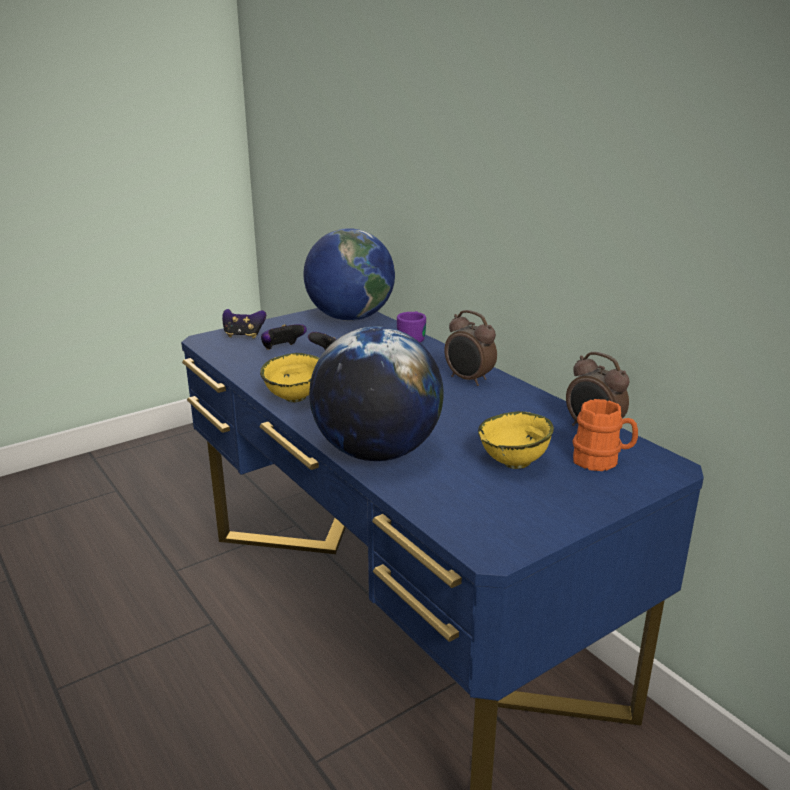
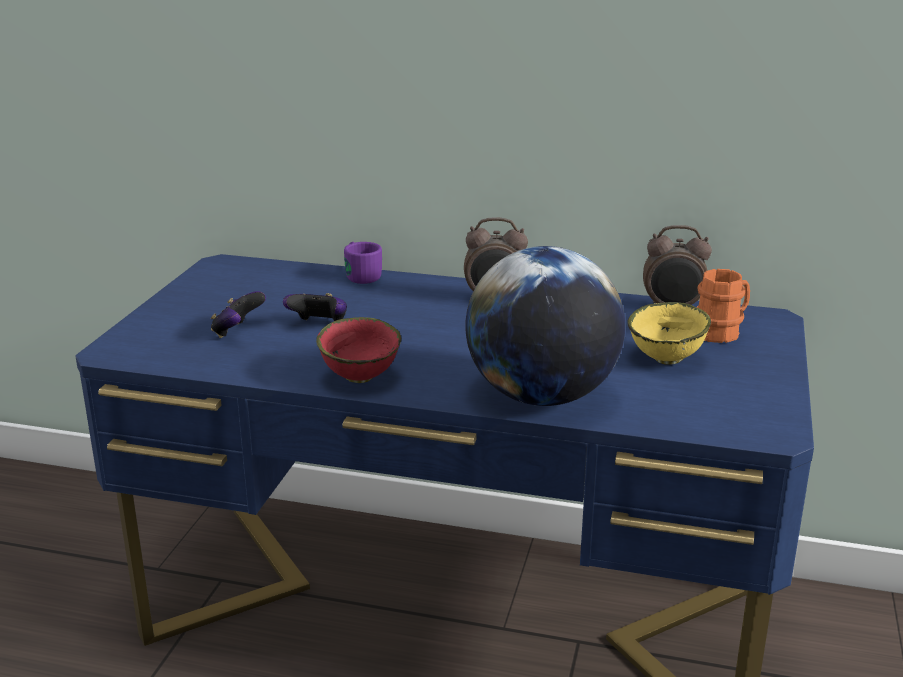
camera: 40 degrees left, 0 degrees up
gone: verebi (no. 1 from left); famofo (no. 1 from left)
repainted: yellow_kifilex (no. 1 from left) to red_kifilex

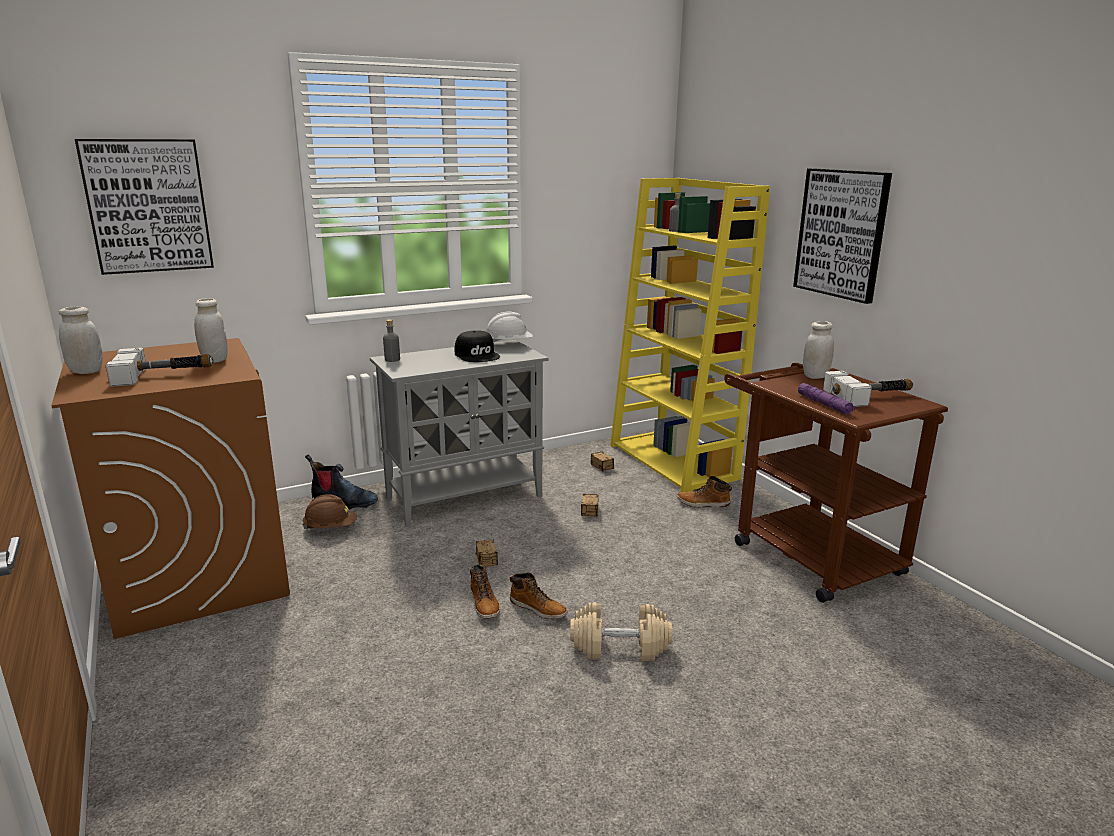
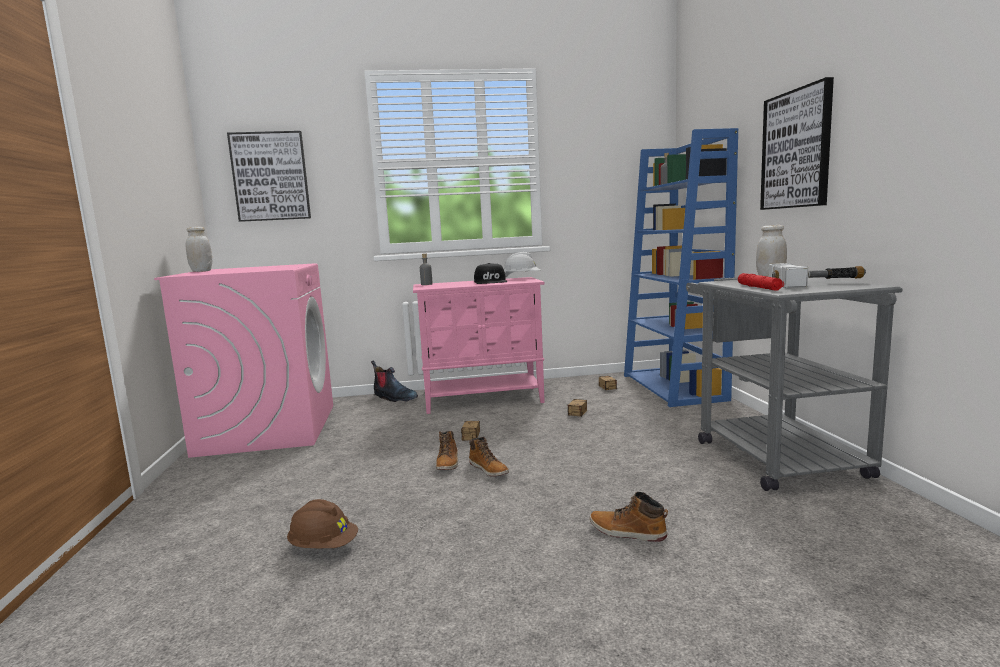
camera: 20 degrees right, 10 degrees down
gone: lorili (no. 1 from left); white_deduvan (no. 2 from left); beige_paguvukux
shifted: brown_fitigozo; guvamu (no. 4 from left)
repainted: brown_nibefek to pink_nibefek; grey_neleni to pink_neleni; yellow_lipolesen to blue_lipolesen; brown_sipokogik to grey_sipokogik; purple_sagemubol to red_sagemubol

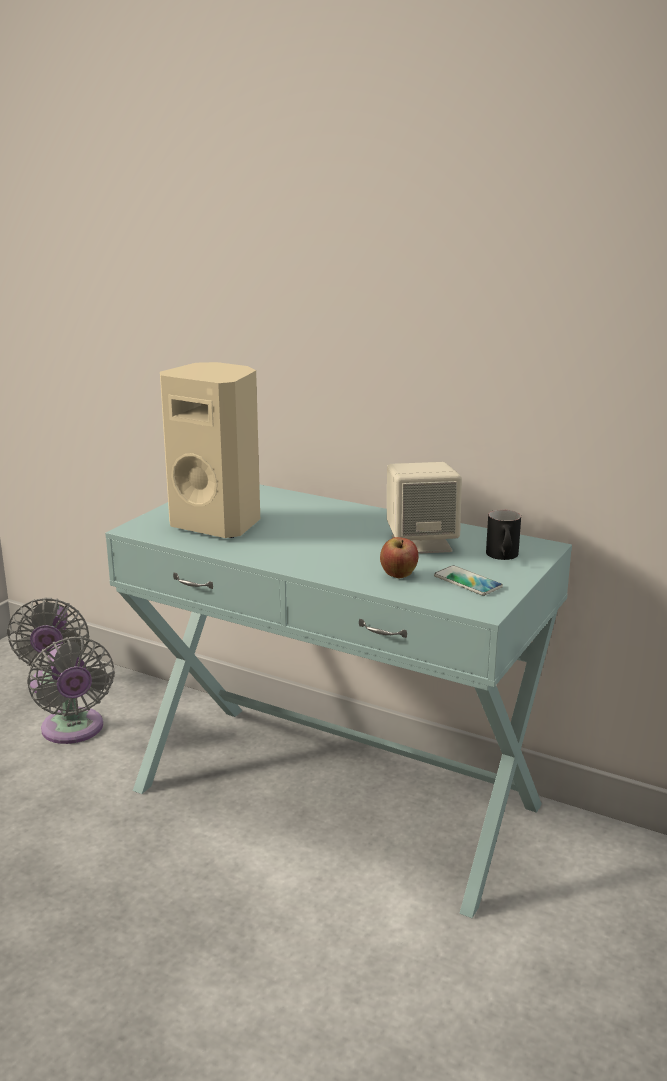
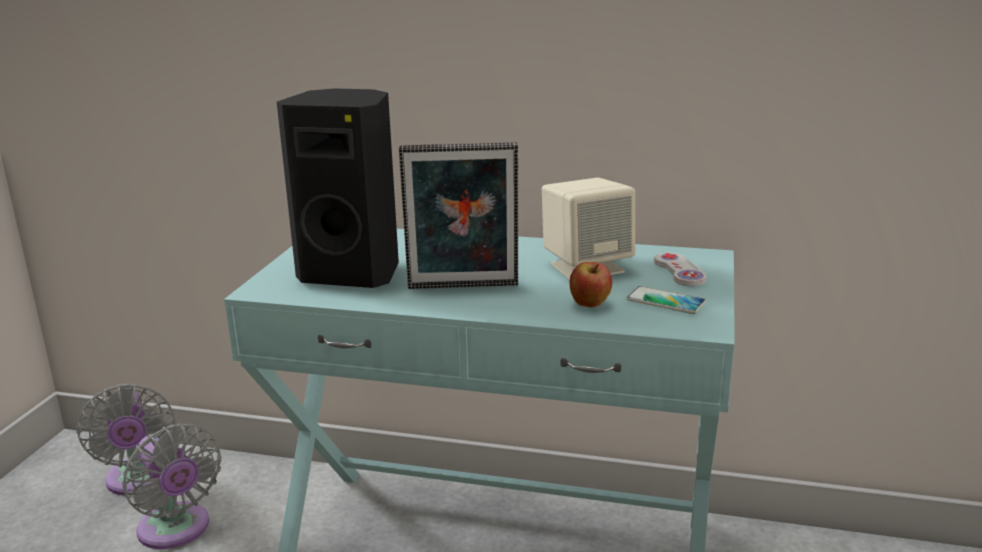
camera: 15 degrees left, 0 degrees up
new: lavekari
swapped: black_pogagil to white_verebi
repainted: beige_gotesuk (no. 1 from left) to black_gotesuk

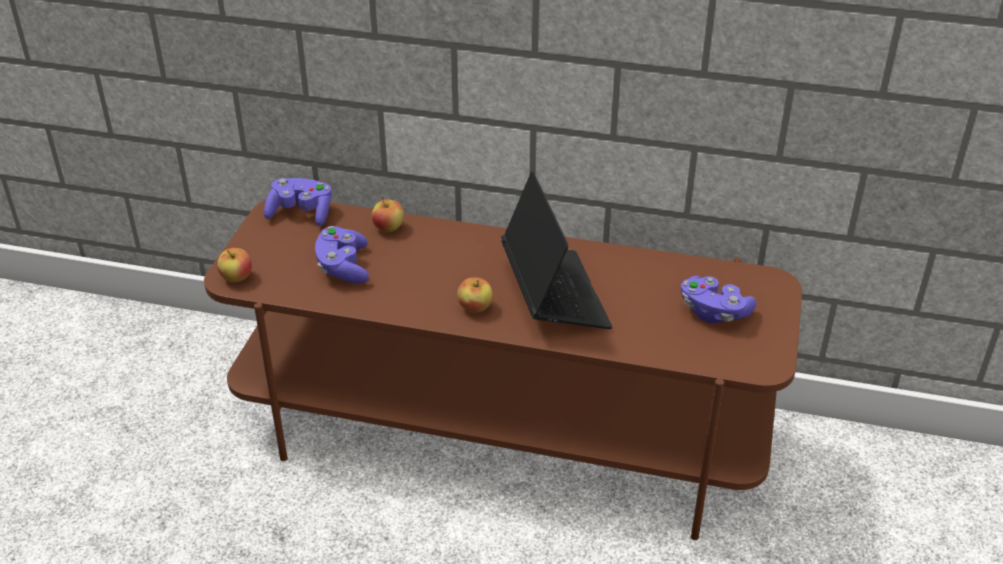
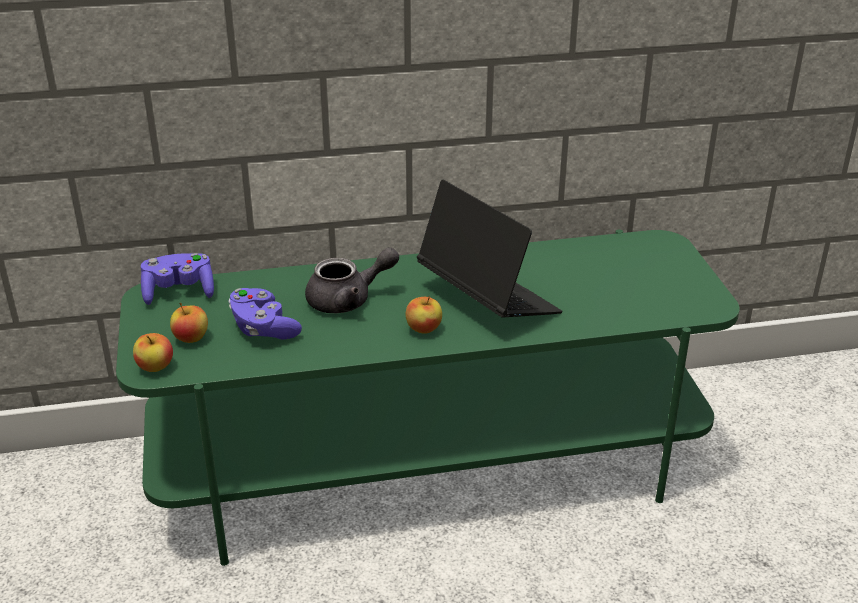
camera: 25 degrees left, 5 degrees down
gone: purple_verebi (no. 3 from left)
new: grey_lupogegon
shifted: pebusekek (no. 2 from left)
repainted: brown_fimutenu to green_fimutenu

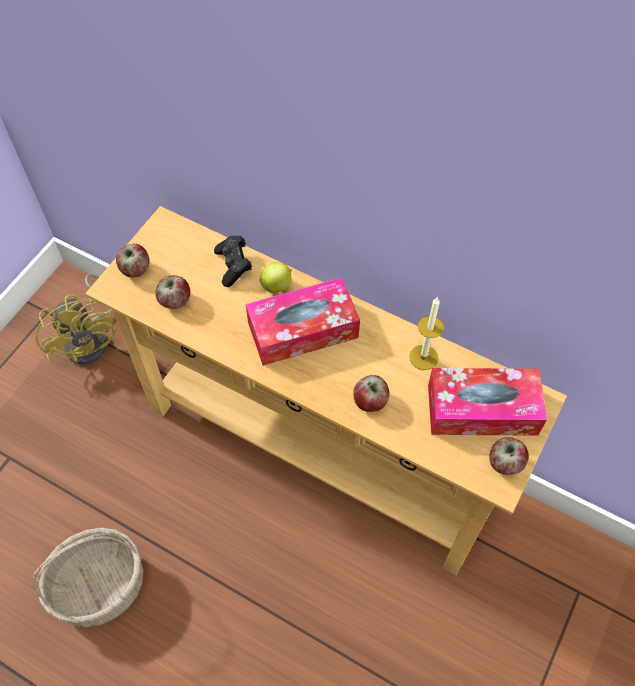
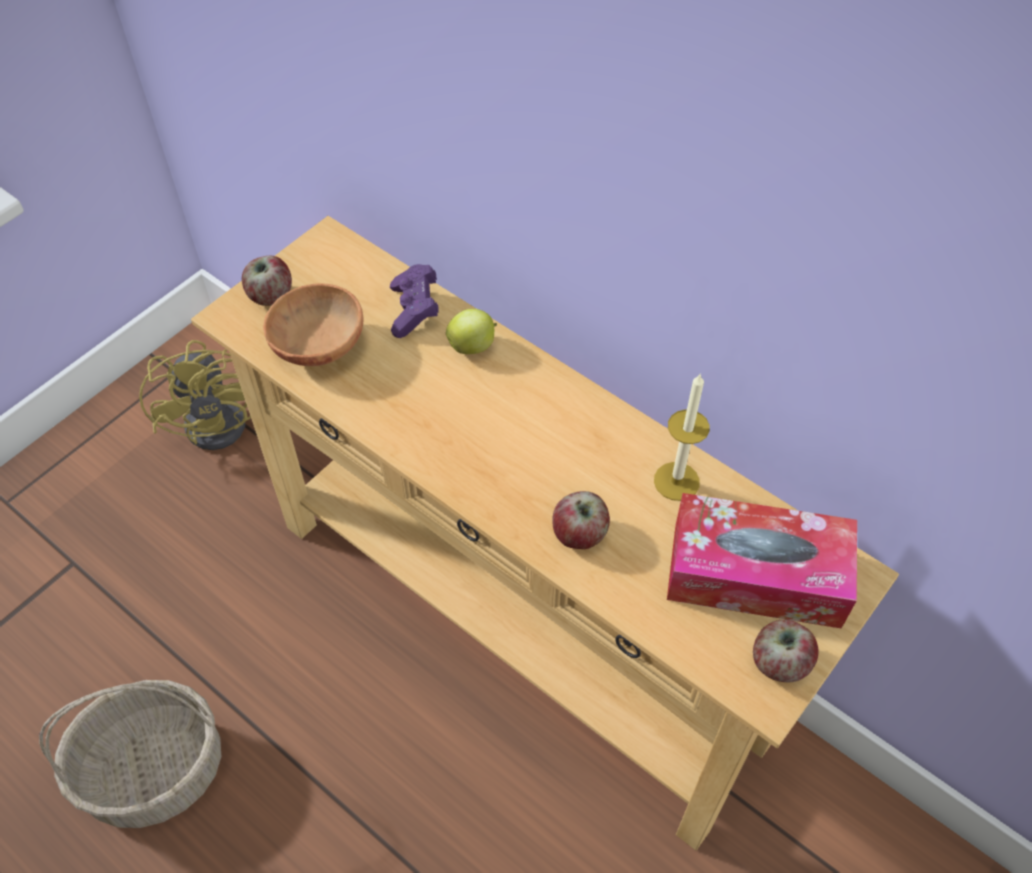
camera: 10 degrees right, 5 degrees down
gone: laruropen (no. 1 from left)
swapped: pebusekek (no. 2 from left) to brown_kifilex
repainted: black_verebi to purple_verebi

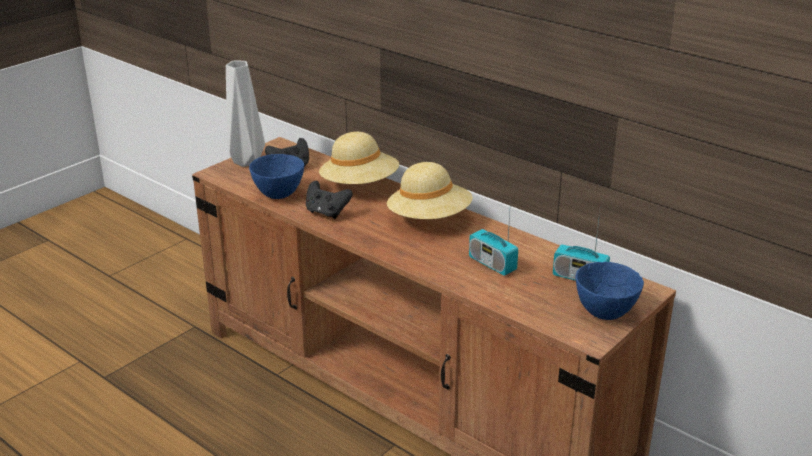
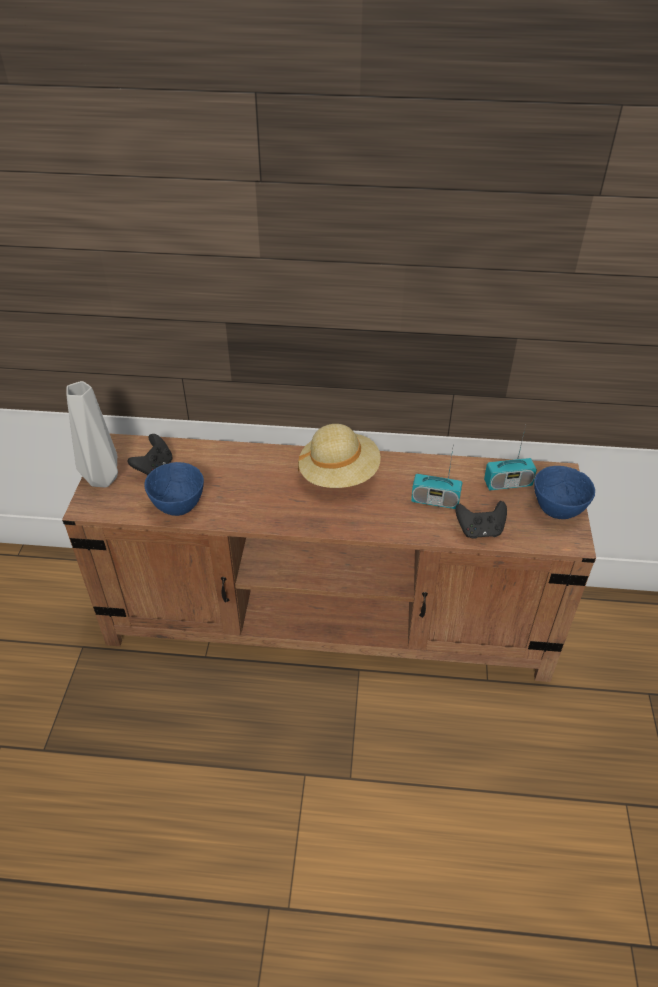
camera: 35 degrees left, 15 degrees up
gone: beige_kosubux (no. 1 from left)
shifted: black_verebi (no. 2 from left)

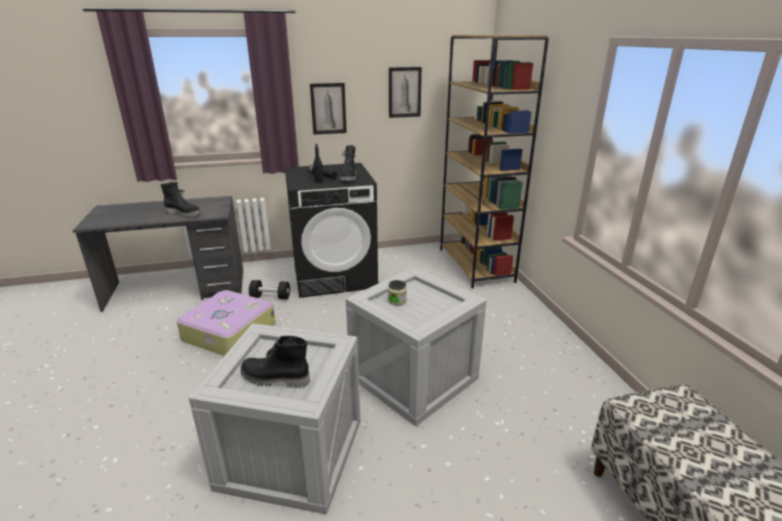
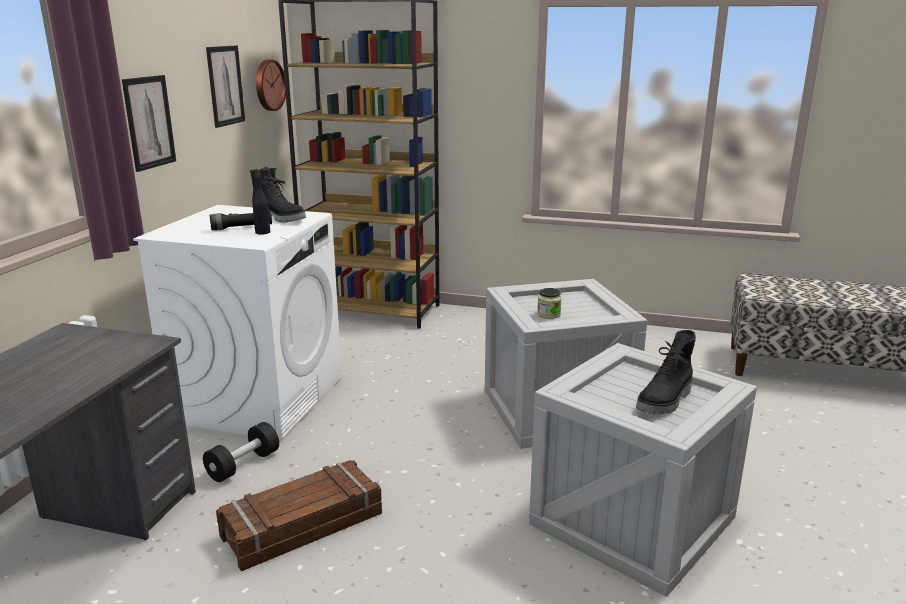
camera: 60 degrees left, 5 degrees down
gone: black_guvamu (no. 1 from left)
new: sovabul
swapped: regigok to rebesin (no. 1 from left)
repainted: black_nibefek to white_nibefek

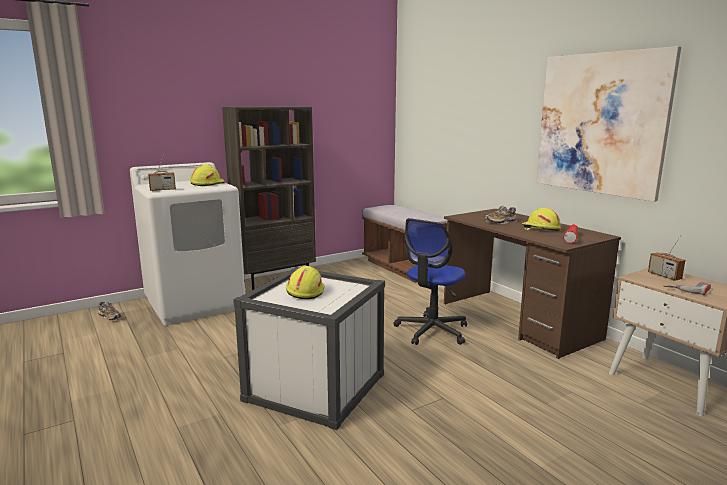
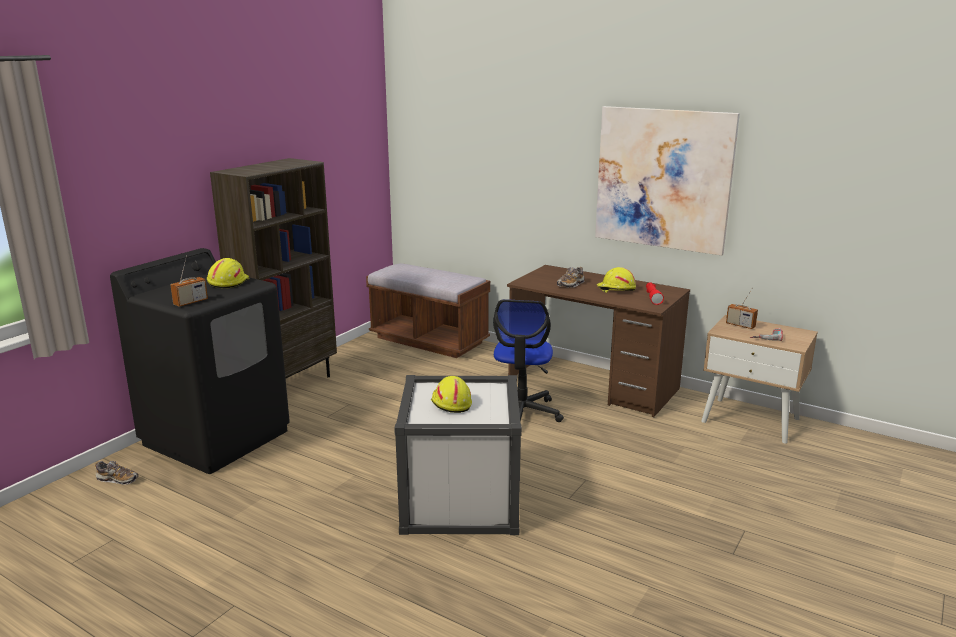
camera: 25 degrees left, 5 degrees up
repainted: white_nibefek to black_nibefek

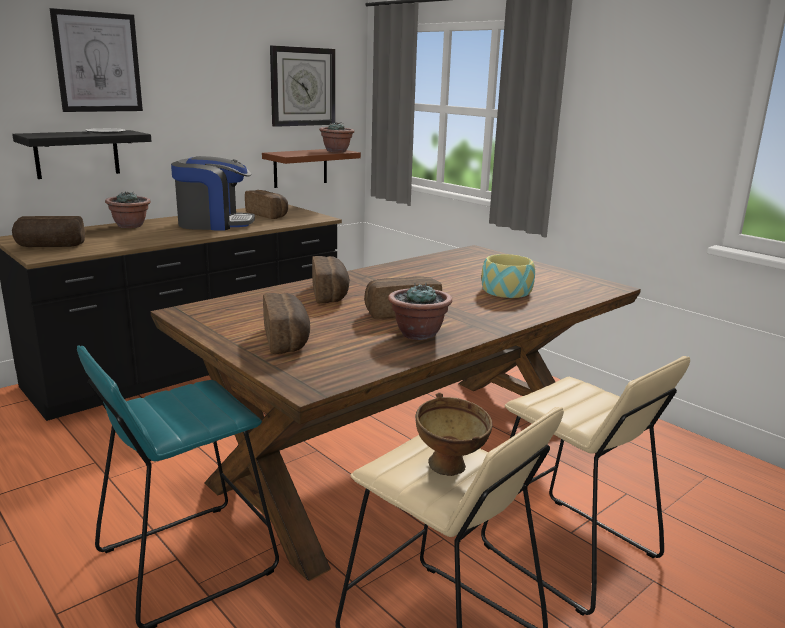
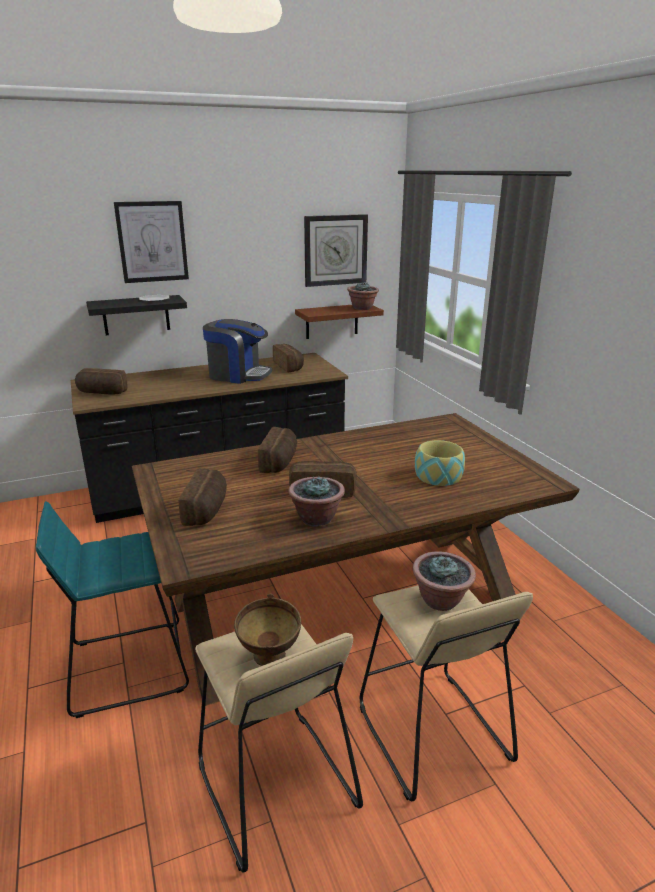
camera: 20 degrees right, 5 degrees up
shifted: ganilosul (no. 1 from left in the first image) to ganilosul (no. 3 from left)

